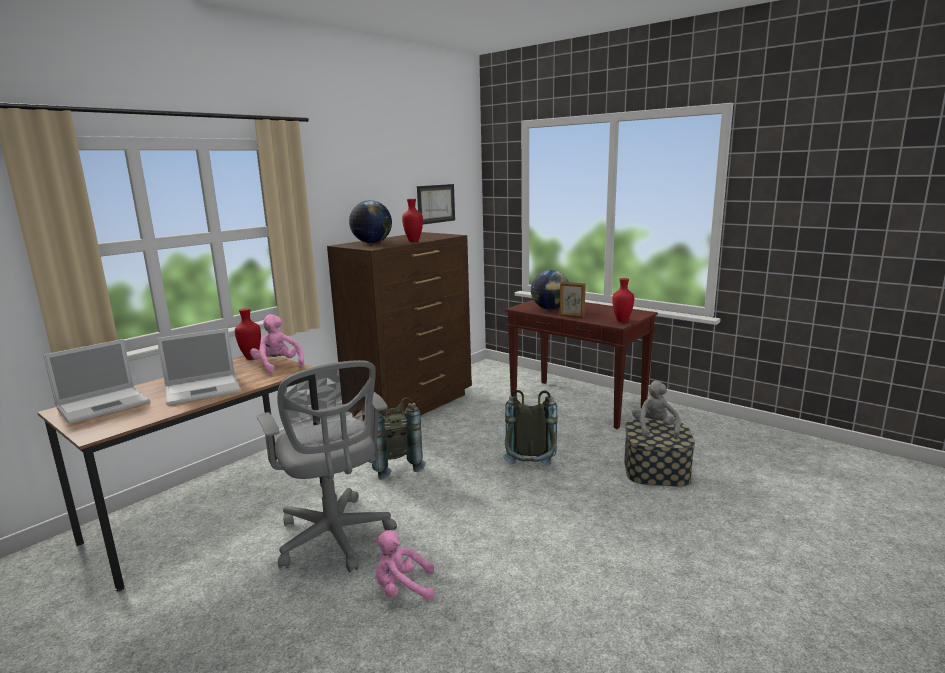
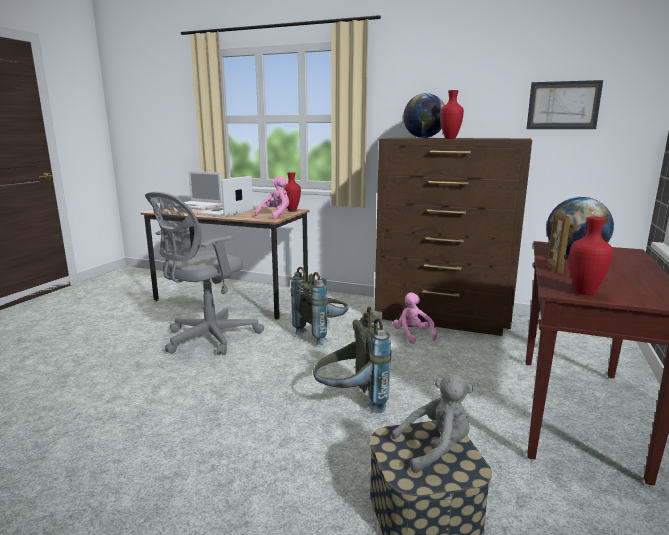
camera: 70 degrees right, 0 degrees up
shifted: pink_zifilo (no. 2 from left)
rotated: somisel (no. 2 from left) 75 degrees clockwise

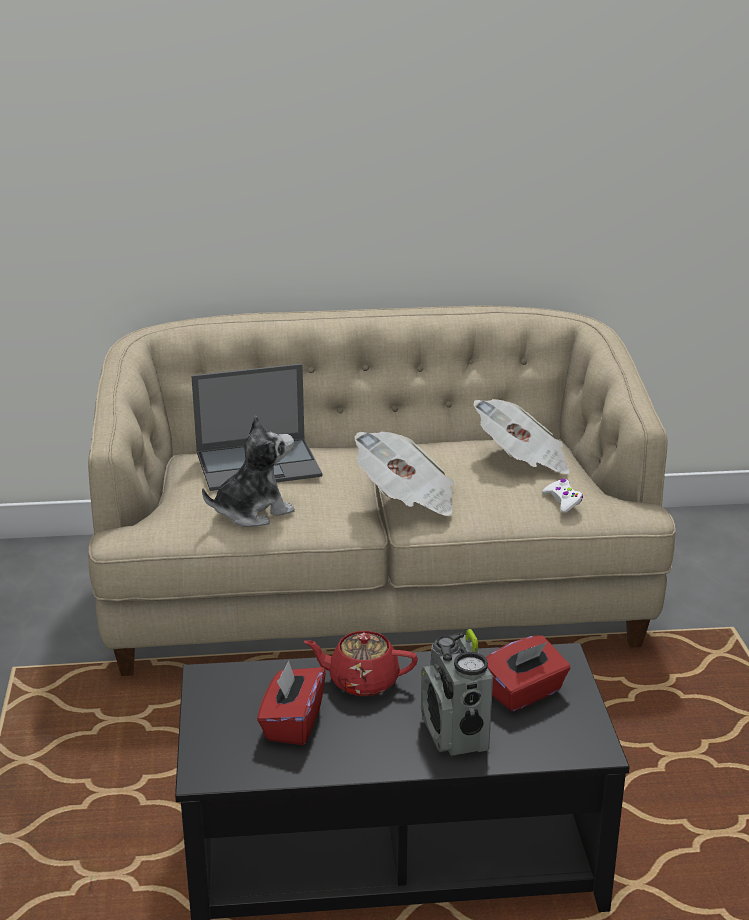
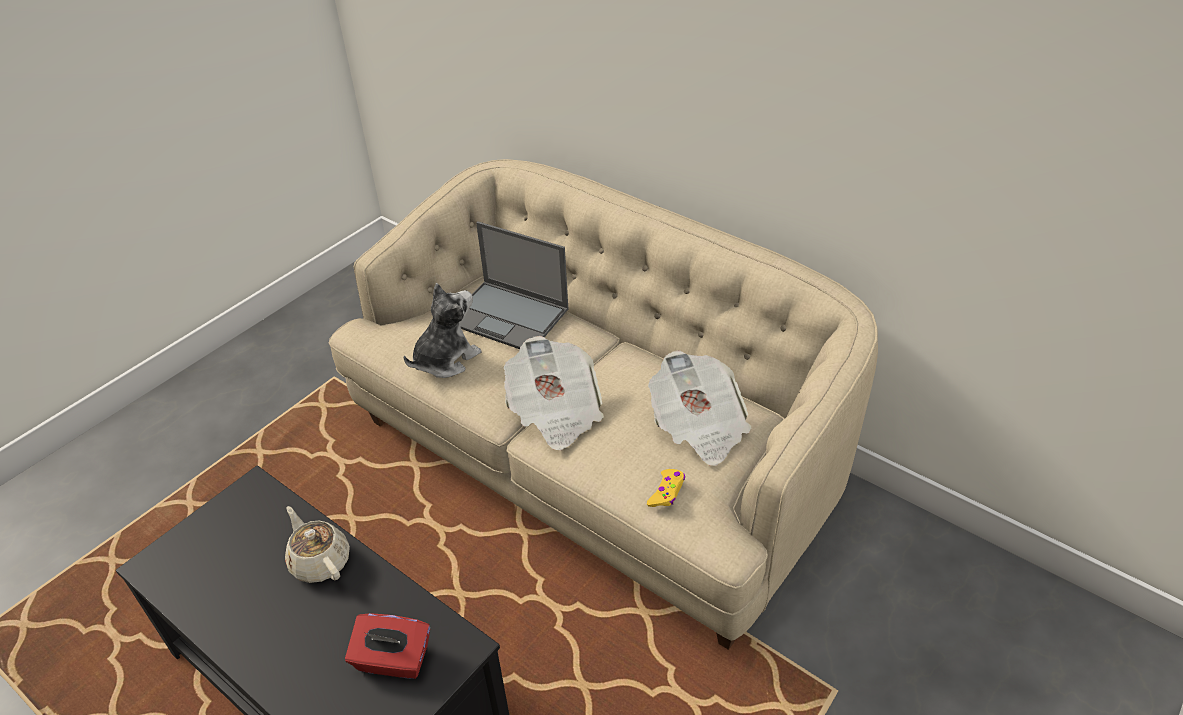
camera: 45 degrees right, 15 degrees up
gone: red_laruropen (no. 1 from left); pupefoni
repainted: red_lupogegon to beige_lupogegon; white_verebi to yellow_verebi
rotated: zifilo 60 degrees counterclockwise

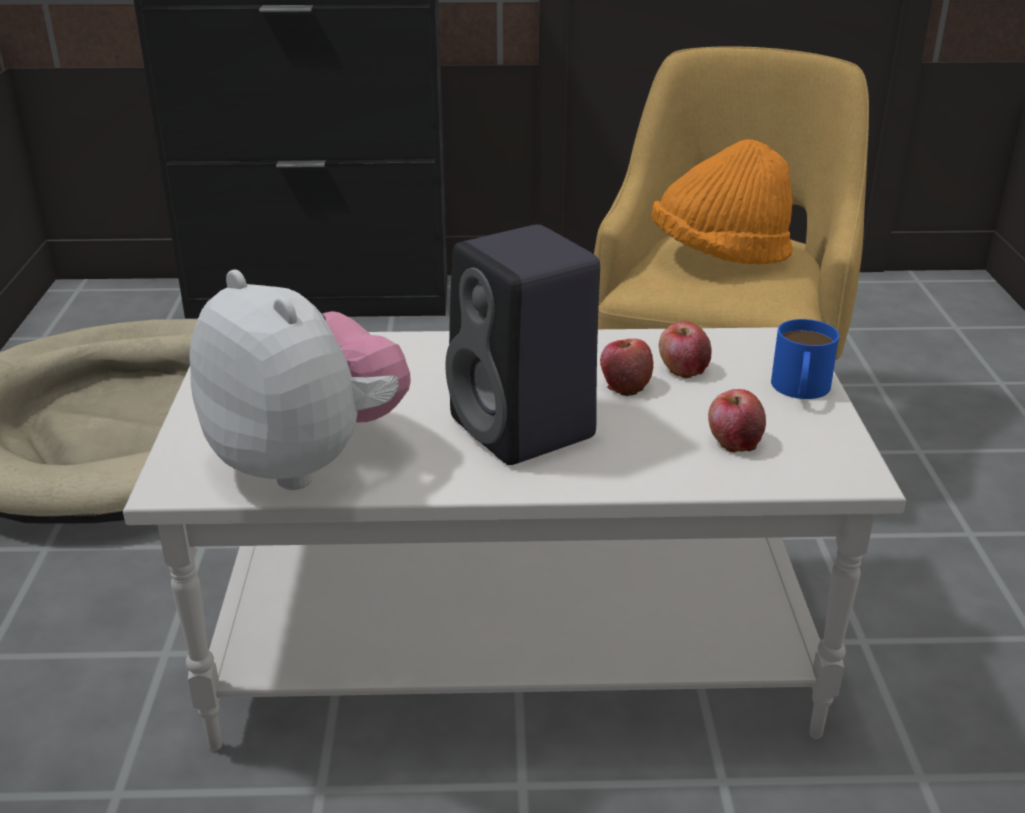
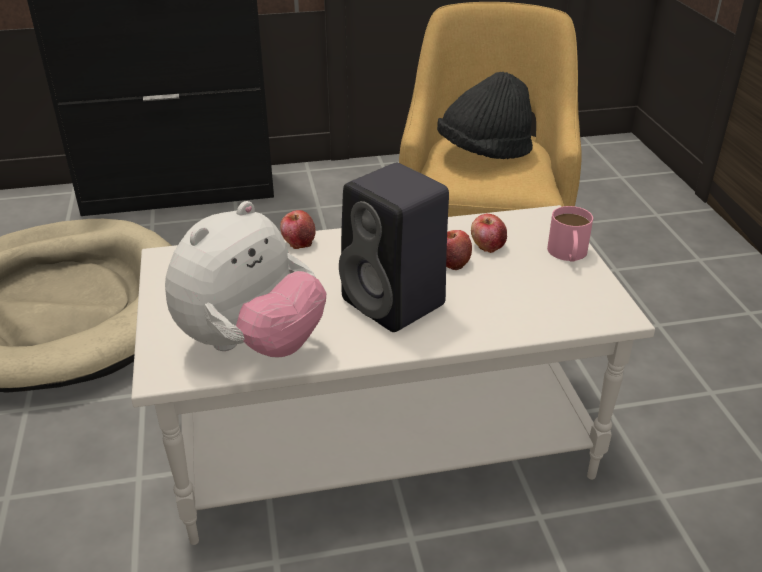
camera: 10 degrees left, 5 degrees up
shifted: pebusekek (no. 3 from left in the first image) to pebusekek (no. 1 from left)
repainted: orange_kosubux to black_kosubux; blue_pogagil to pink_pogagil
rotated: zifilo 90 degrees clockwise

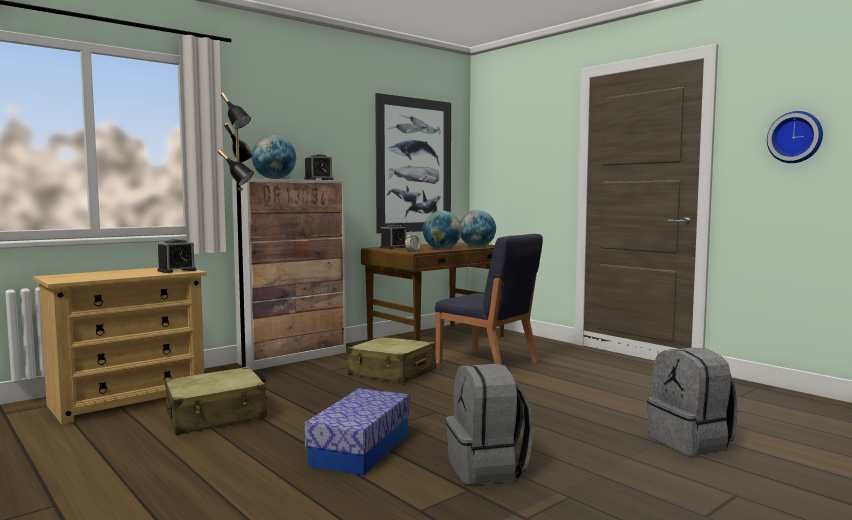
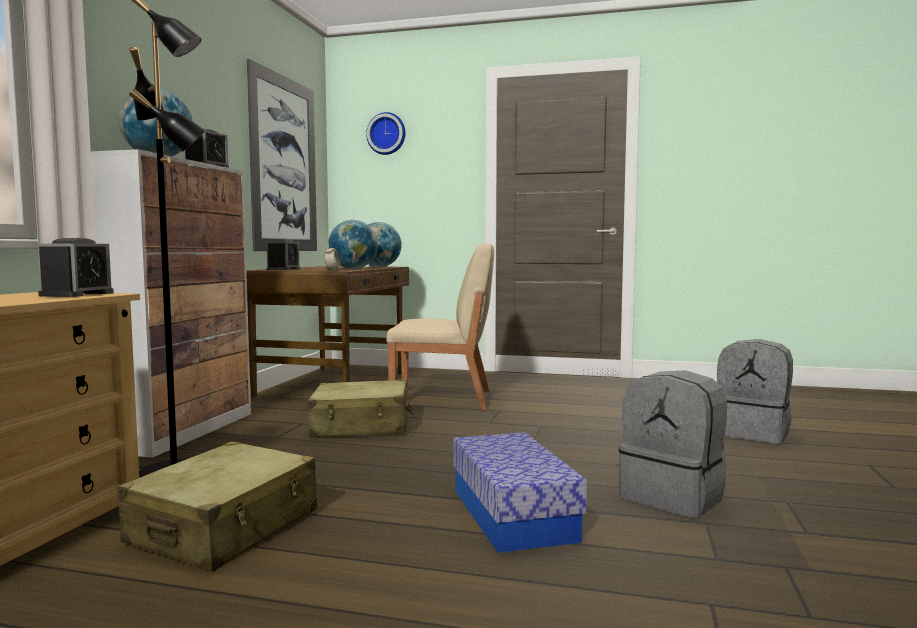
camera: 35 degrees left, 0 degrees up
shifted: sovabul
repainted: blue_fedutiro to beige_fedutiro

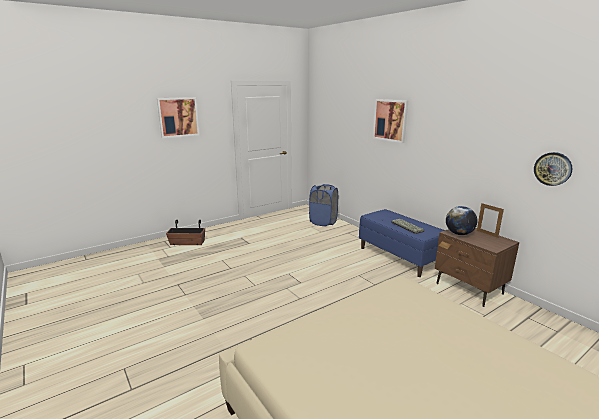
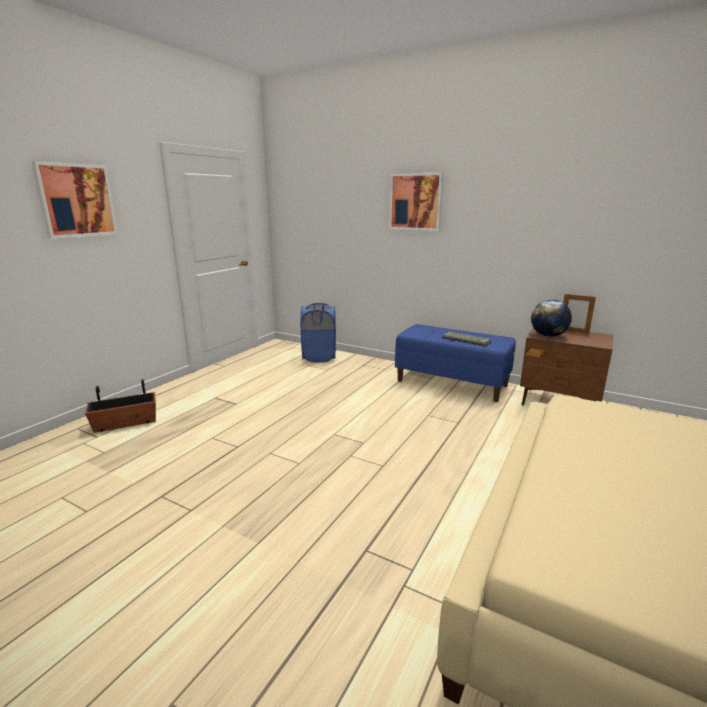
camera: 25 degrees left, 0 degrees up
gone: sovabul

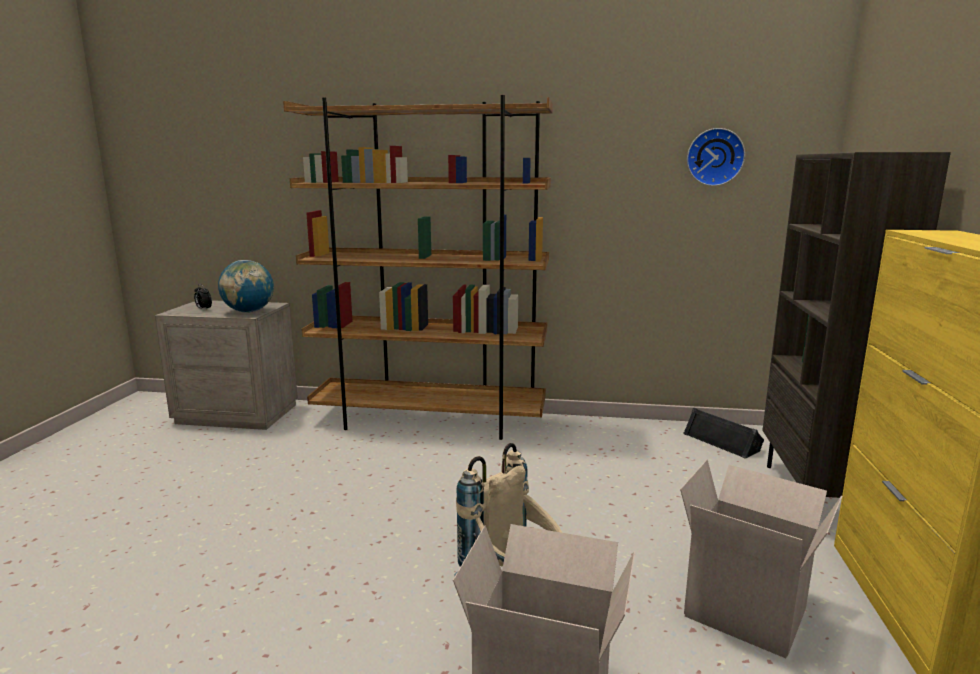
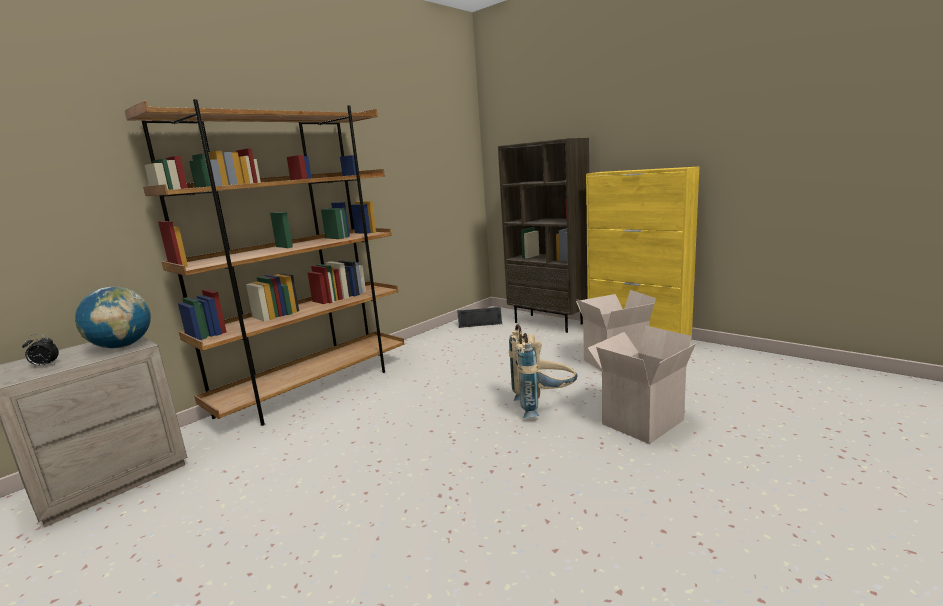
camera: 55 degrees left, 0 degrees up
gone: sovabul

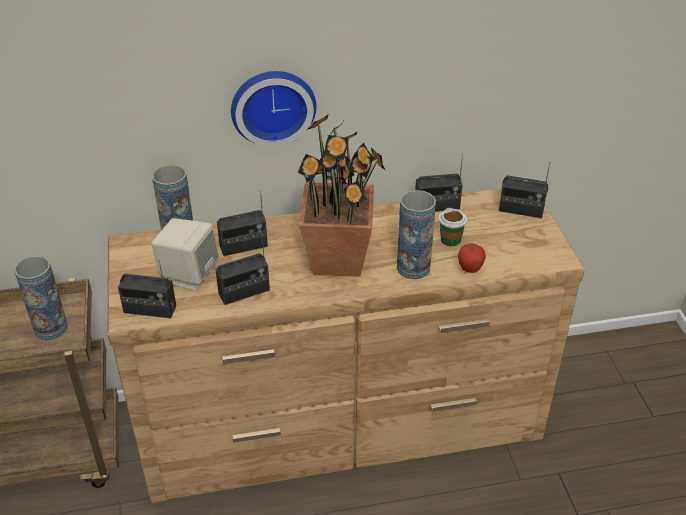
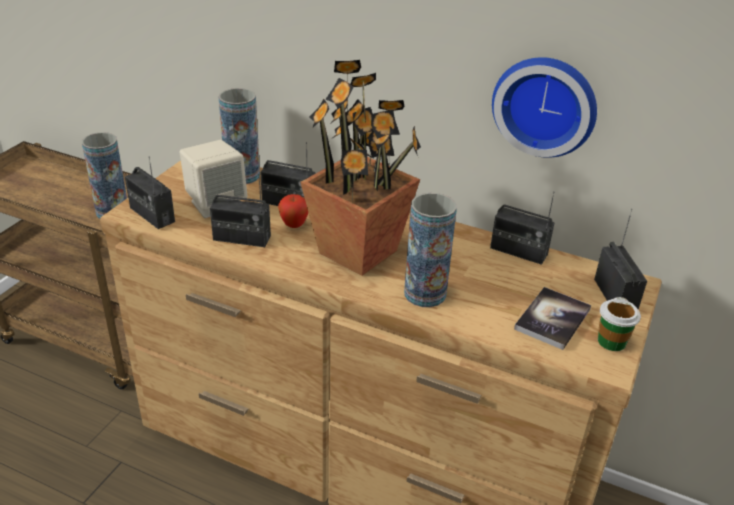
camera: 35 degrees right, 5 degrees down
new: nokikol
shifted: sovabul; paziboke; pebusekek
rotated: pupefoni (no. 5 from left) 150 degrees counterclockwise

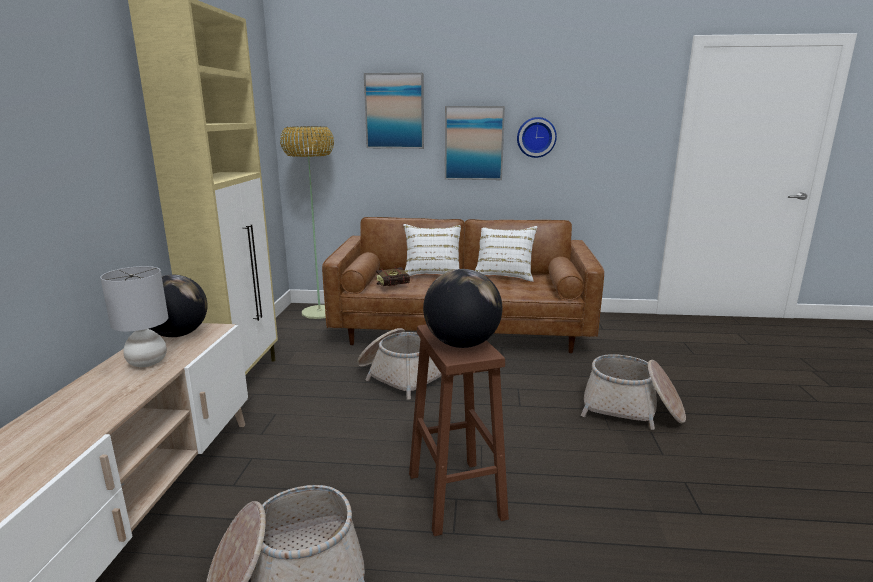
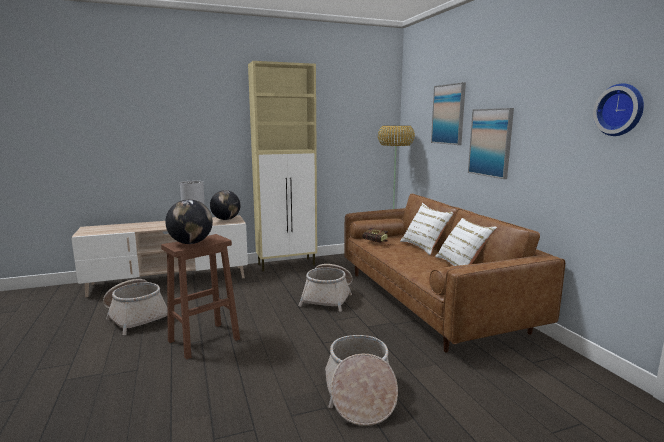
camera: 65 degrees right, 5 degrees down
shifted: sovabul

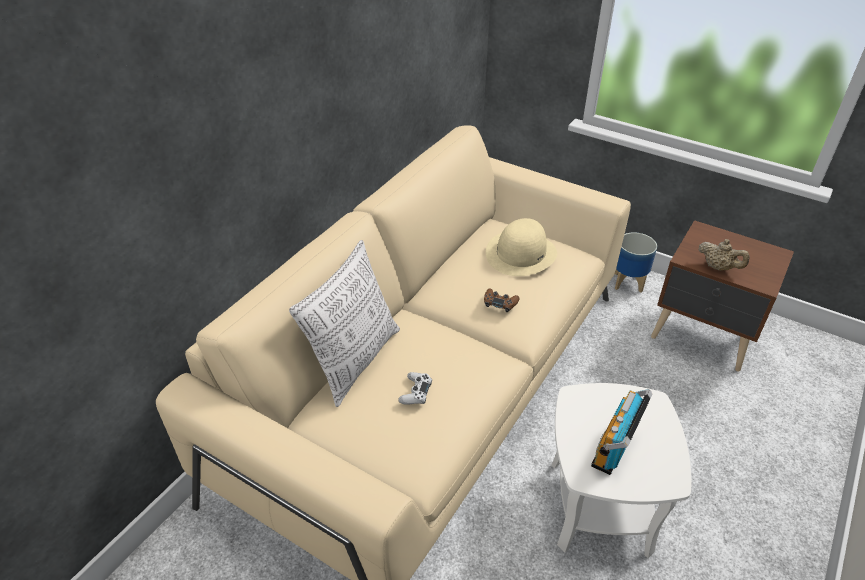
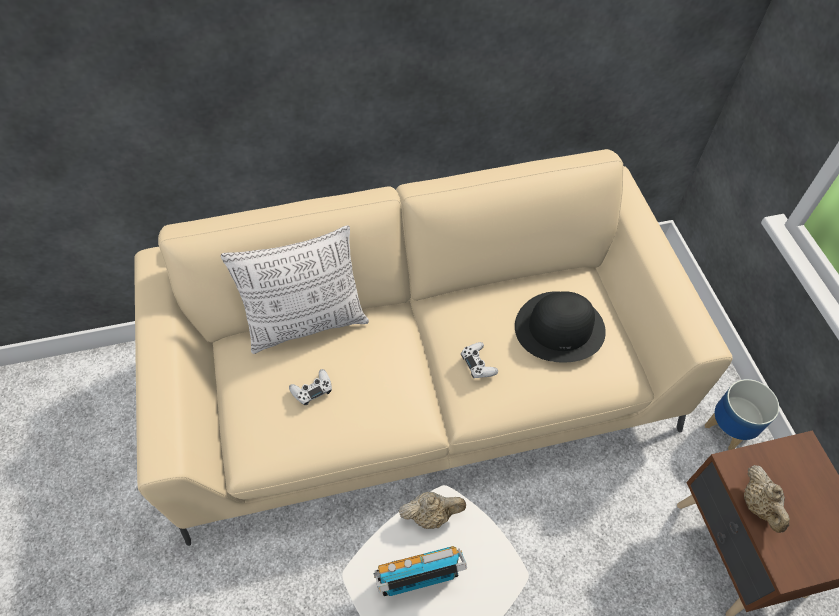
camera: 45 degrees right, 15 degrees up
new: beige_lupogegon (no. 1 from left)
repainted: brown_verebi to white_verebi (no. 2 from left); beige_kosubux to black_kosubux

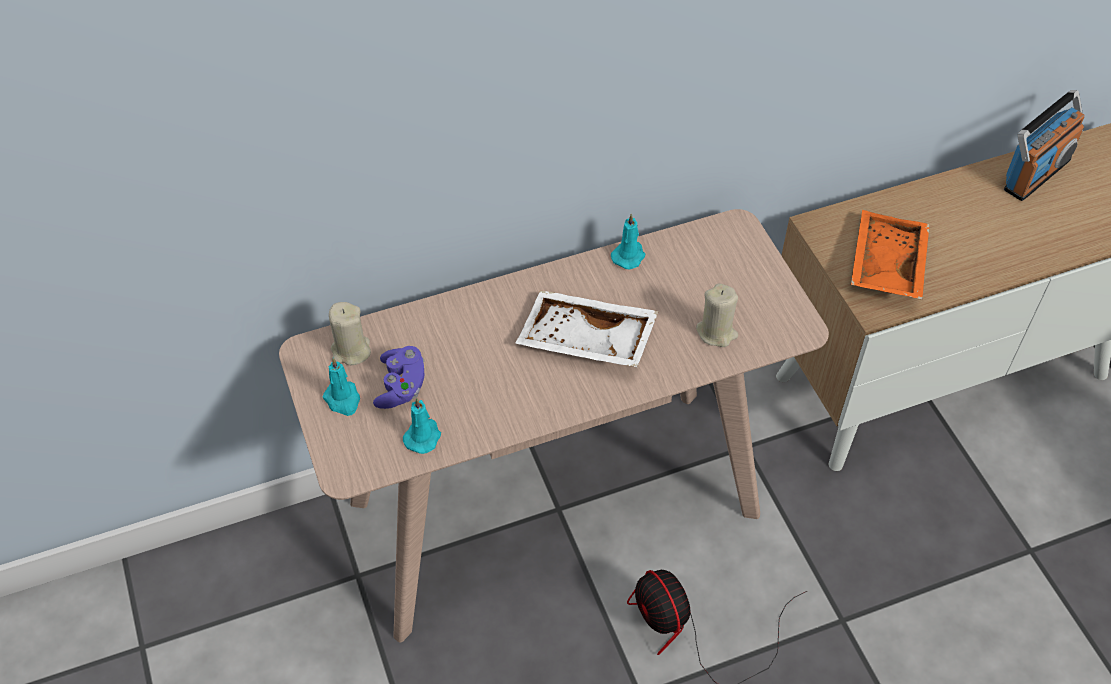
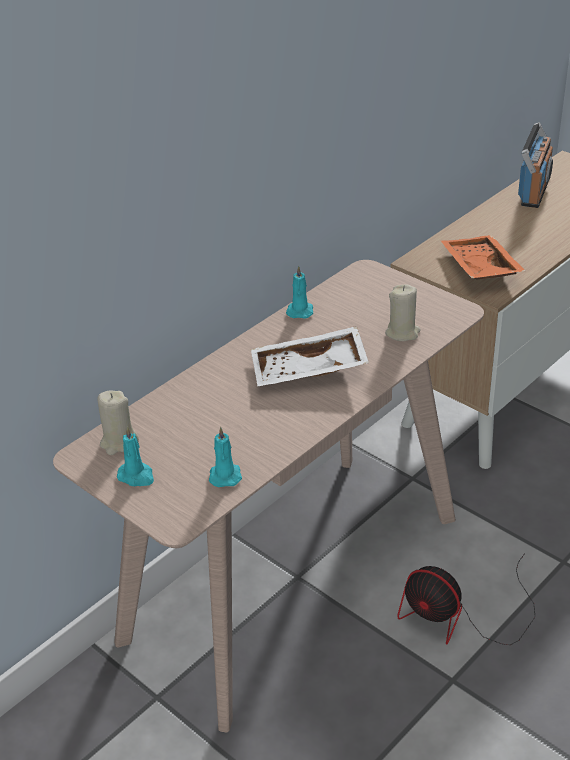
camera: 25 degrees left, 15 degrees down
gone: purple_verebi

